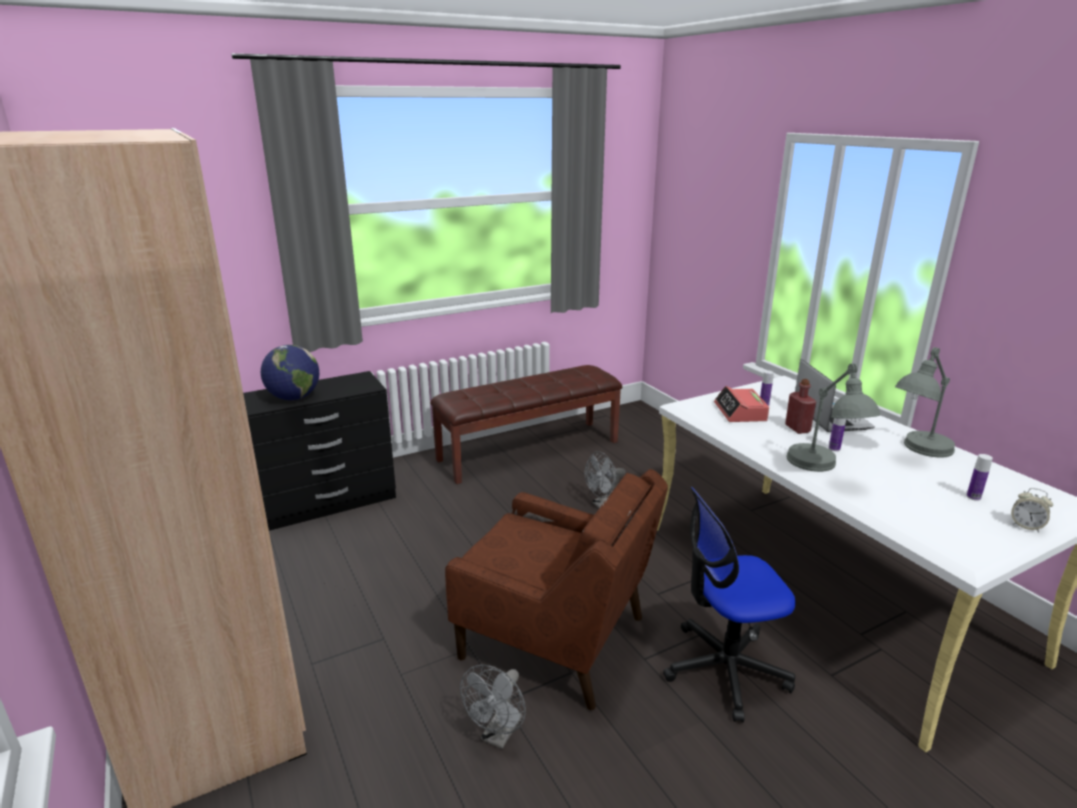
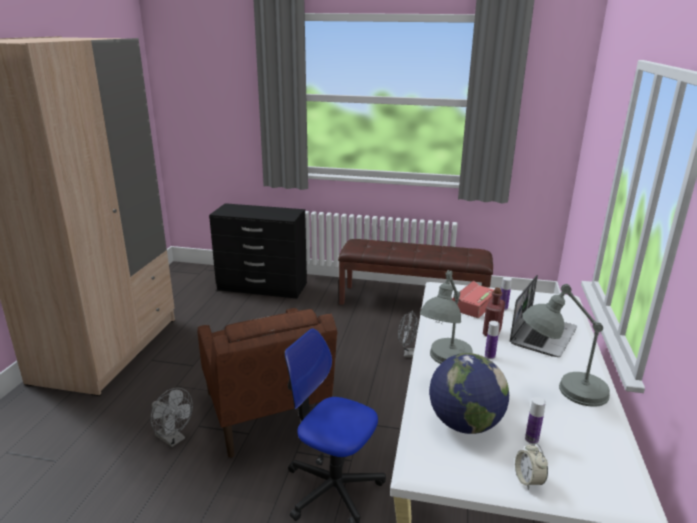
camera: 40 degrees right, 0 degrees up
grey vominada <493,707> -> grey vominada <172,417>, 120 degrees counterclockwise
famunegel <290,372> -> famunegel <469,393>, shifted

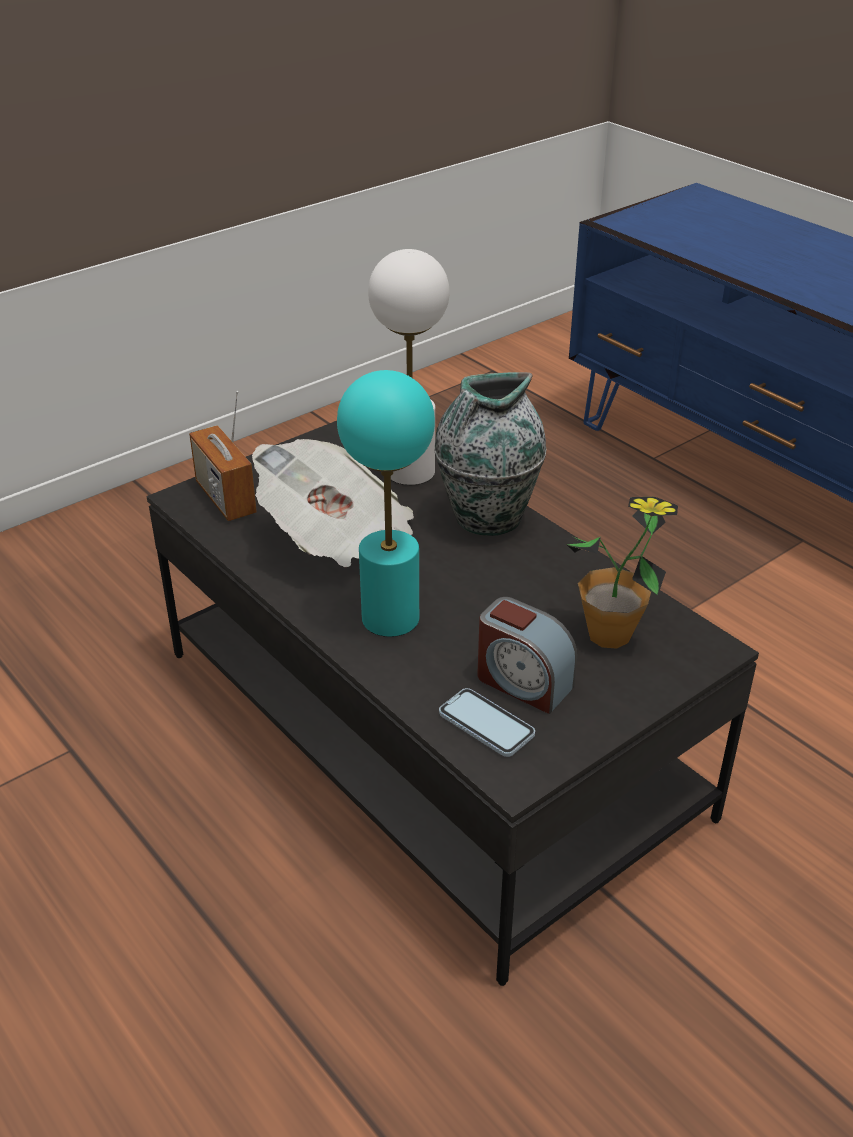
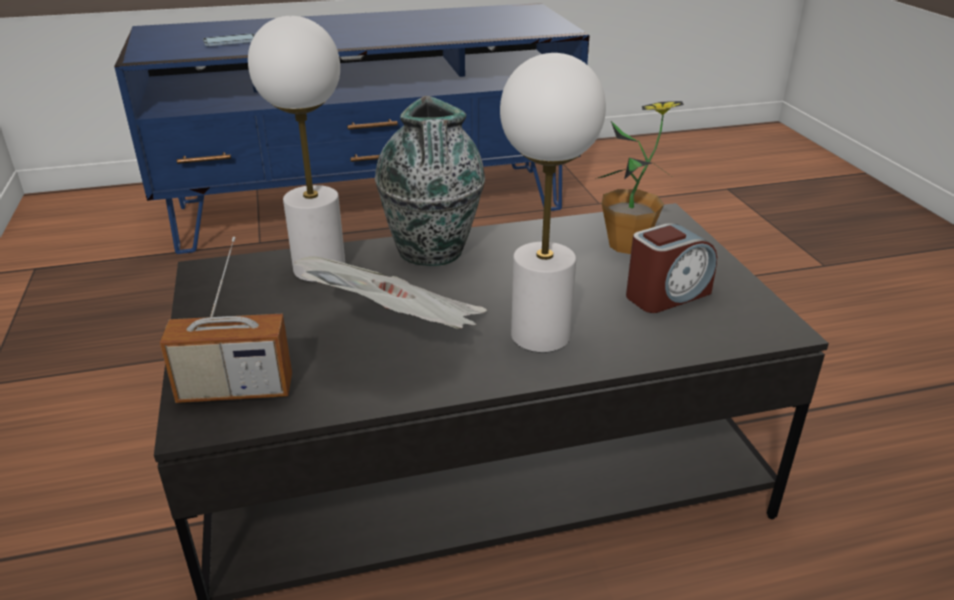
camera: 65 degrees left, 5 degrees down
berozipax <487,722> -> berozipax <229,39>, shifted
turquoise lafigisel <386,503> -> white lafigisel <553,203>

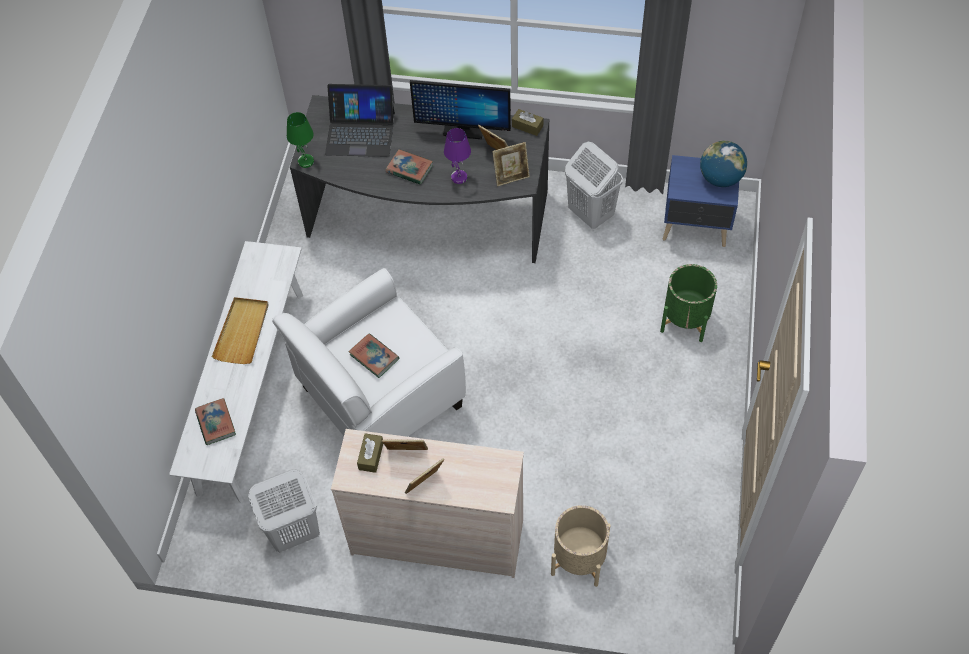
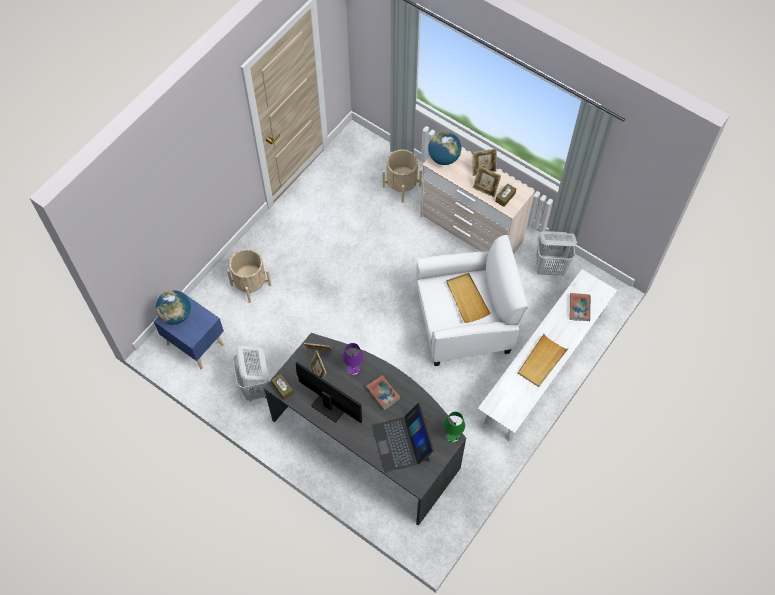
camera: 155 degrees left, 5 degrees up
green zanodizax <688,303> -> beige zanodizax <249,276>
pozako <360,120> -> pozako <403,438>, 135 degrees counterclockwise
none -> famunegel <444,148>
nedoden <374,355> -> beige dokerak <468,298>

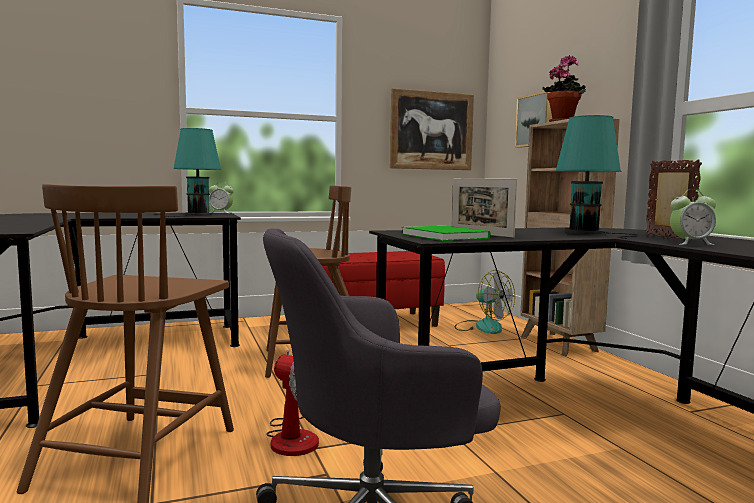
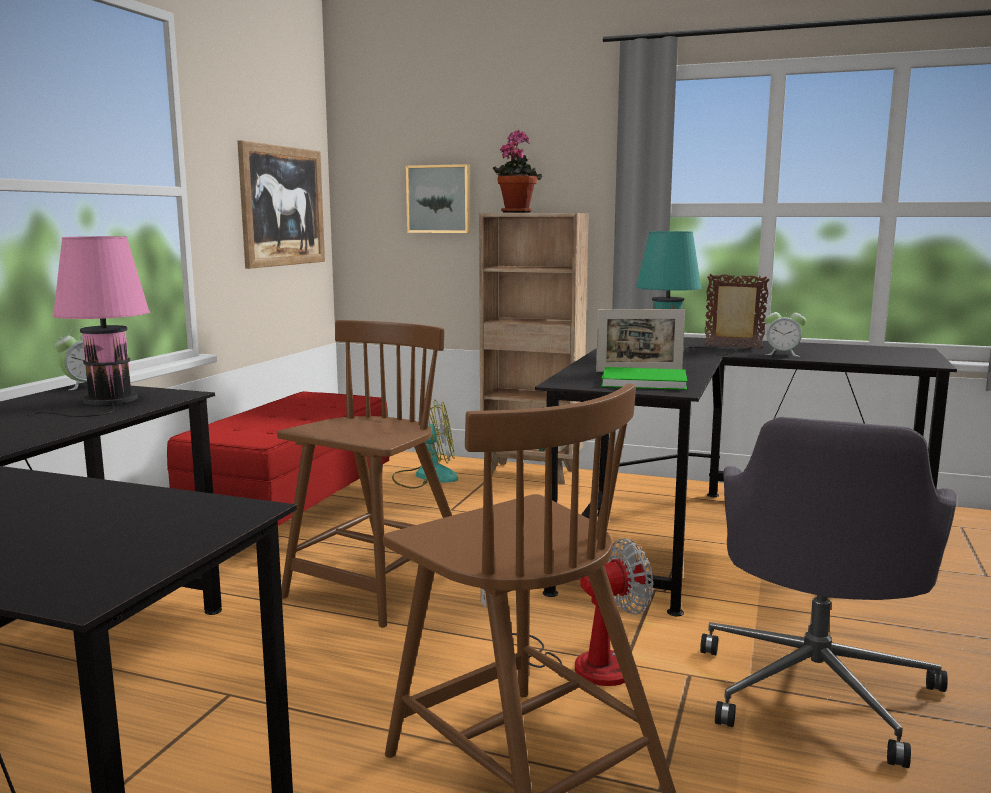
camera: 50 degrees left, 5 degrees up
turquoise lafigisel <188,172> -> pink lafigisel <89,326>
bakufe <693,217> -> bakufe <785,331>, 75 degrees clockwise

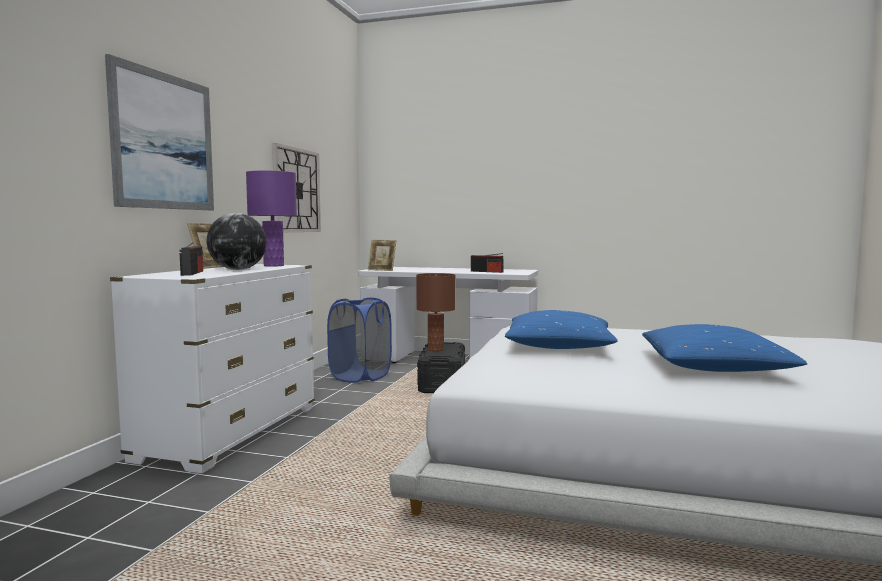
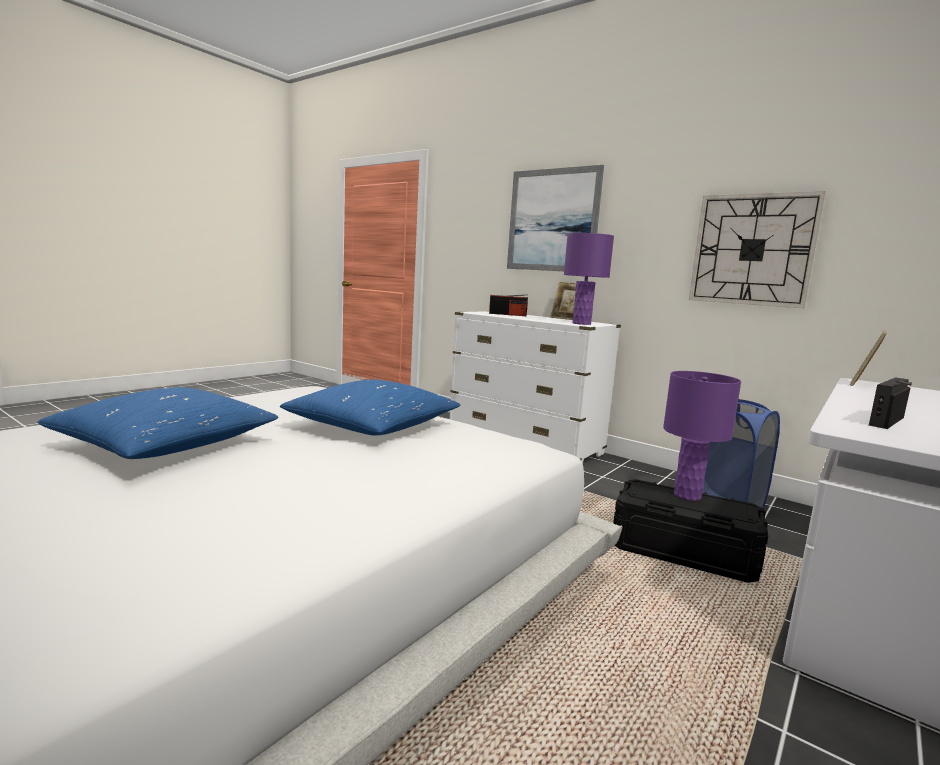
camera: 110 degrees right, 5 degrees up
brown lafigisel <436,312> -> purple lafigisel <702,436>
famunegel <237,241> -> none

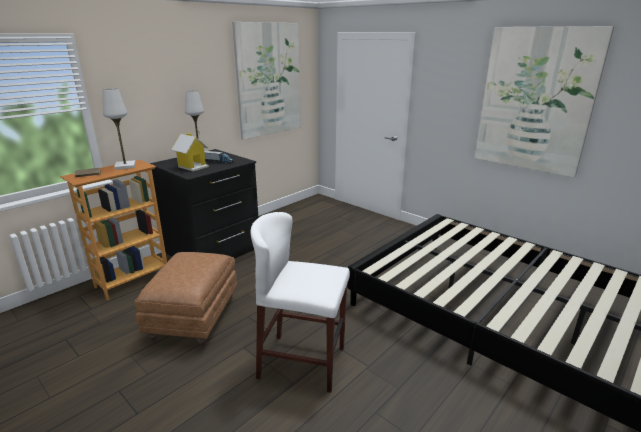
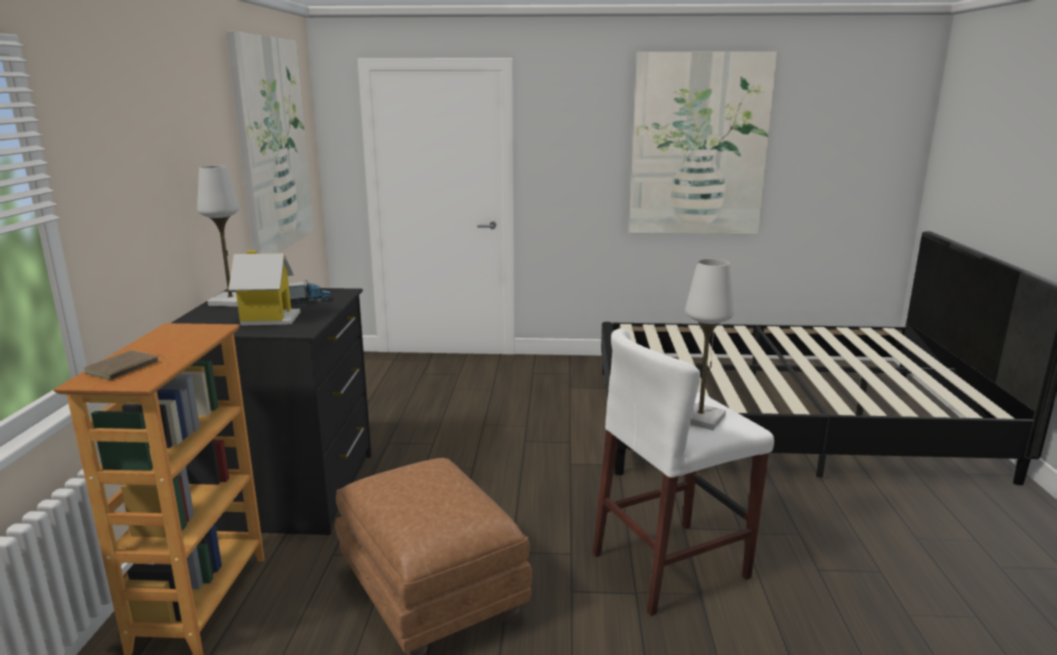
camera: 40 degrees left, 5 degrees down
white lafigisel <119,129> -> white lafigisel <709,344>, shifted

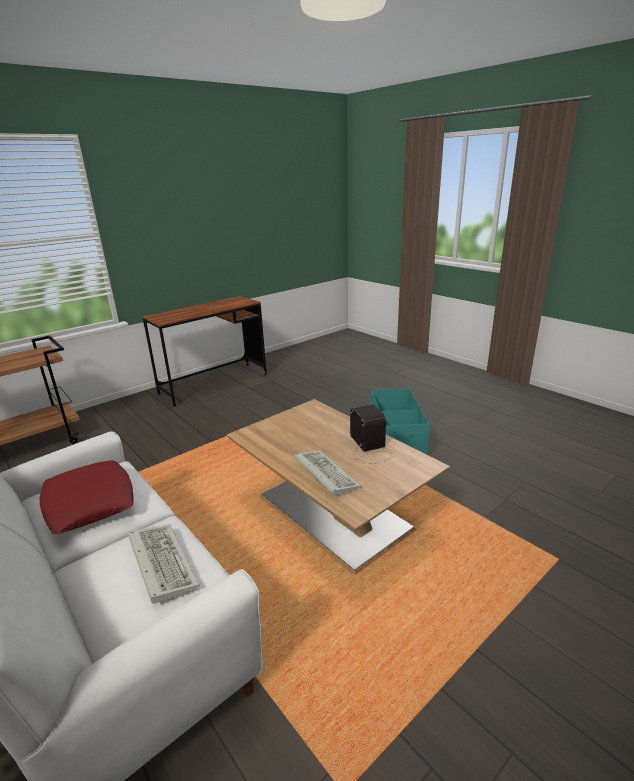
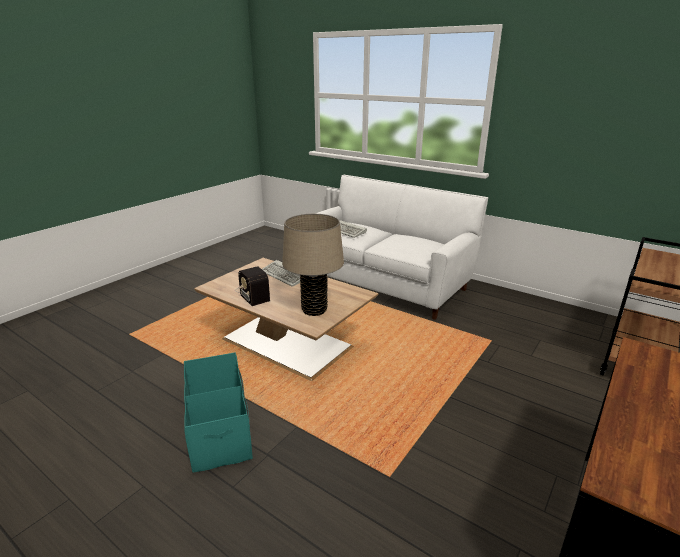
camera: 165 degrees right, 0 degrees up
none -> beige lafigisel <313,265>
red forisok <87,497> -> none

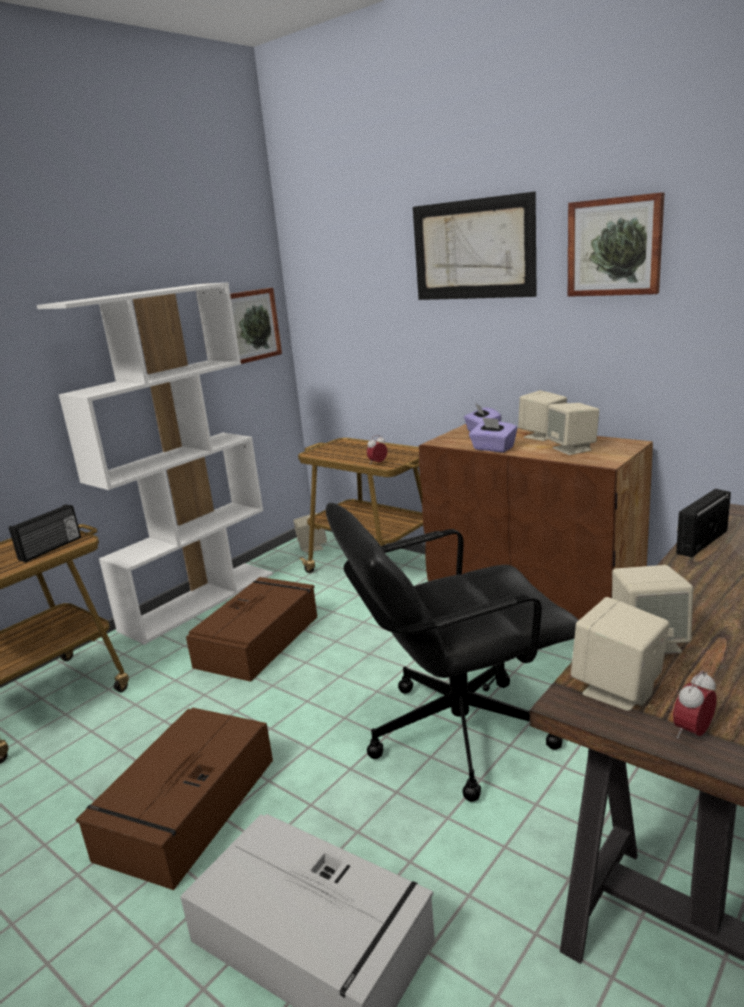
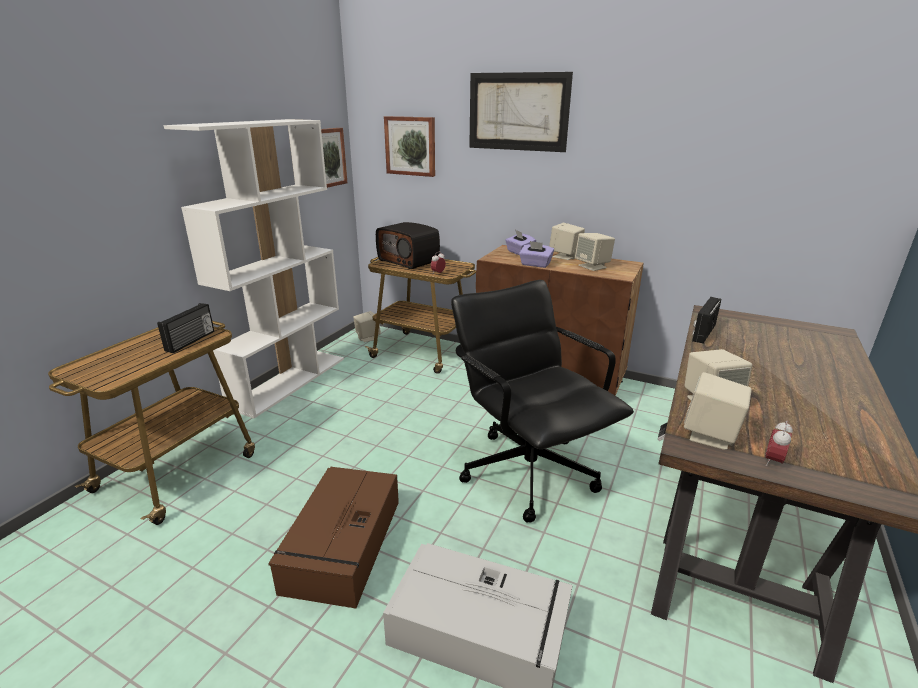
camera: 15 degrees left, 5 degrees up
none -> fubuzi <408,245>
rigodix <616,244> -> rigodix <409,146>, shifted
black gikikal <452,652> -> black gikikal <542,401>, 90 degrees clockwise
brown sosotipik <251,629> -> none

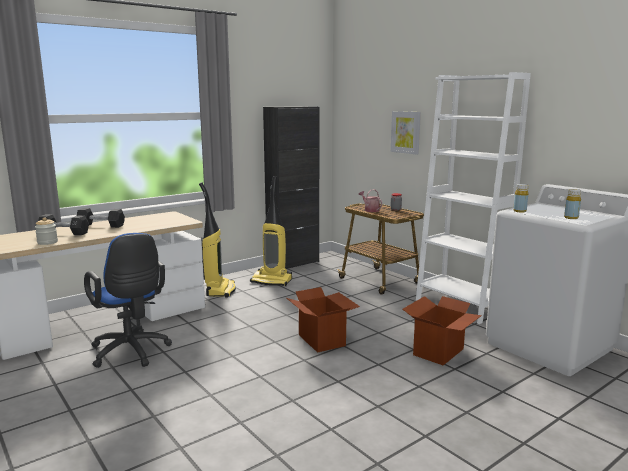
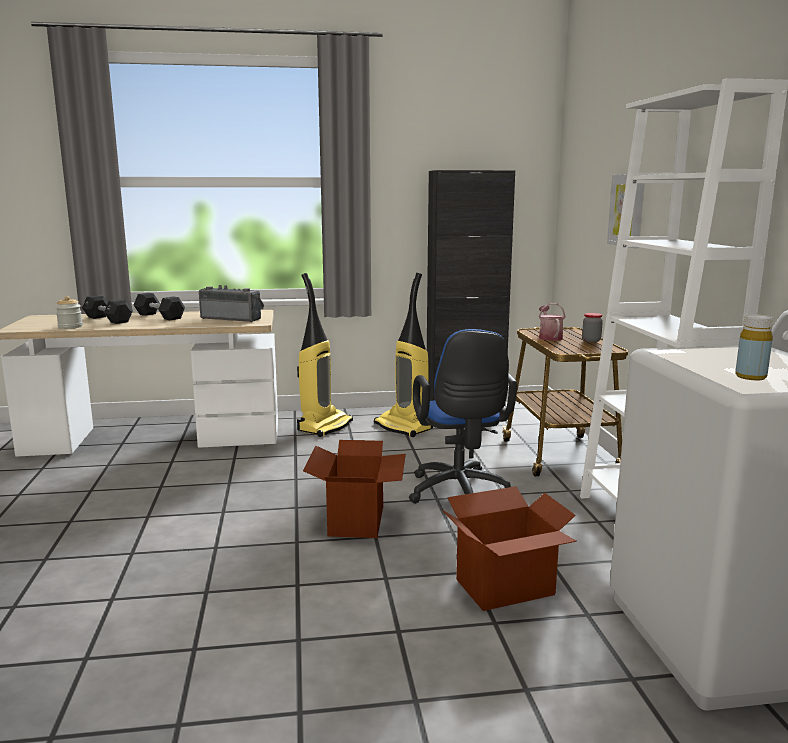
camera: 30 degrees right, 0 degrees up
none -> fubuzi <231,303>
blue gikikal <128,300> -> blue gikikal <463,416>, shifted
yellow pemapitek <521,198> -> none

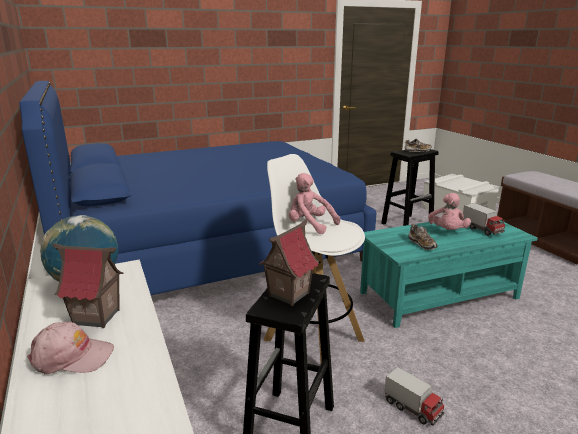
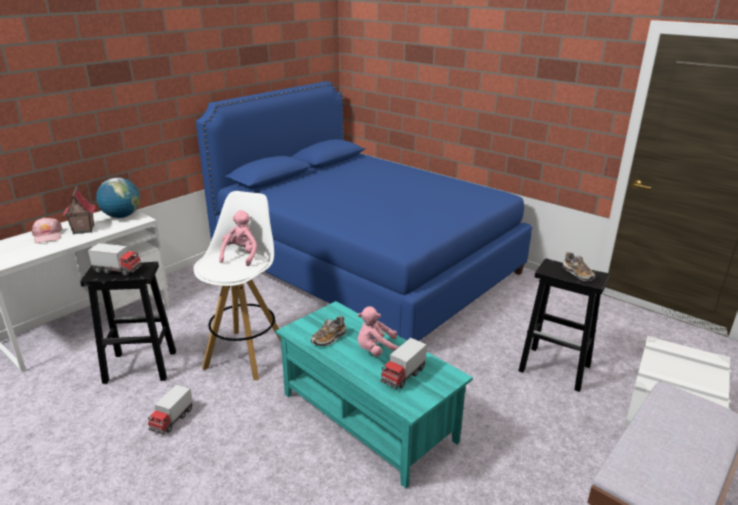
camera: 65 degrees right, 5 degrees up
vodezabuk <289,262> -> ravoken <115,259>

